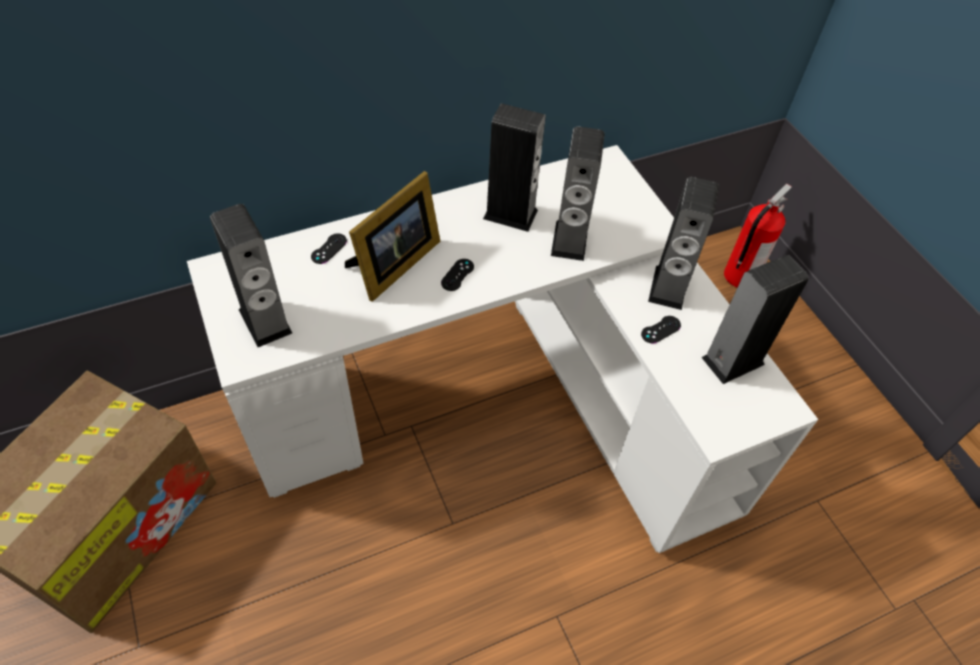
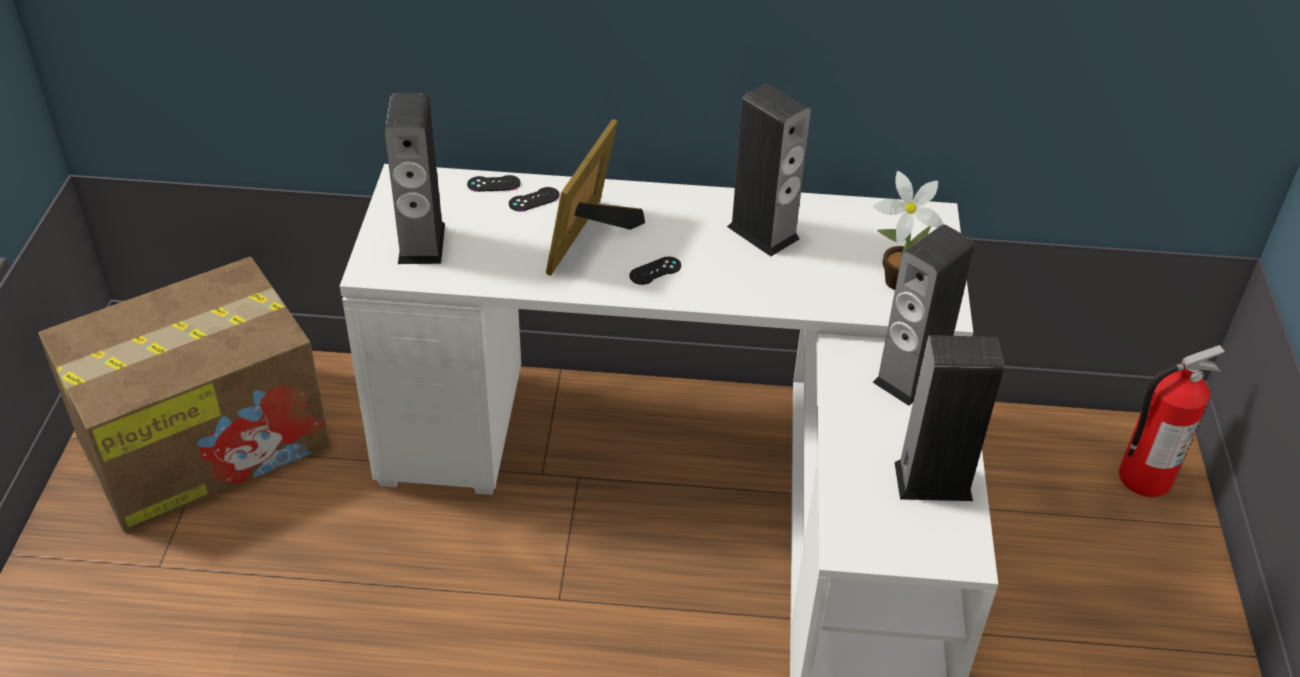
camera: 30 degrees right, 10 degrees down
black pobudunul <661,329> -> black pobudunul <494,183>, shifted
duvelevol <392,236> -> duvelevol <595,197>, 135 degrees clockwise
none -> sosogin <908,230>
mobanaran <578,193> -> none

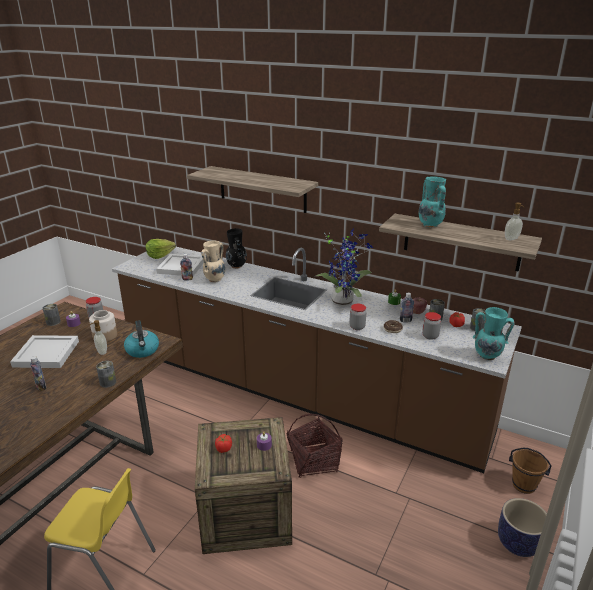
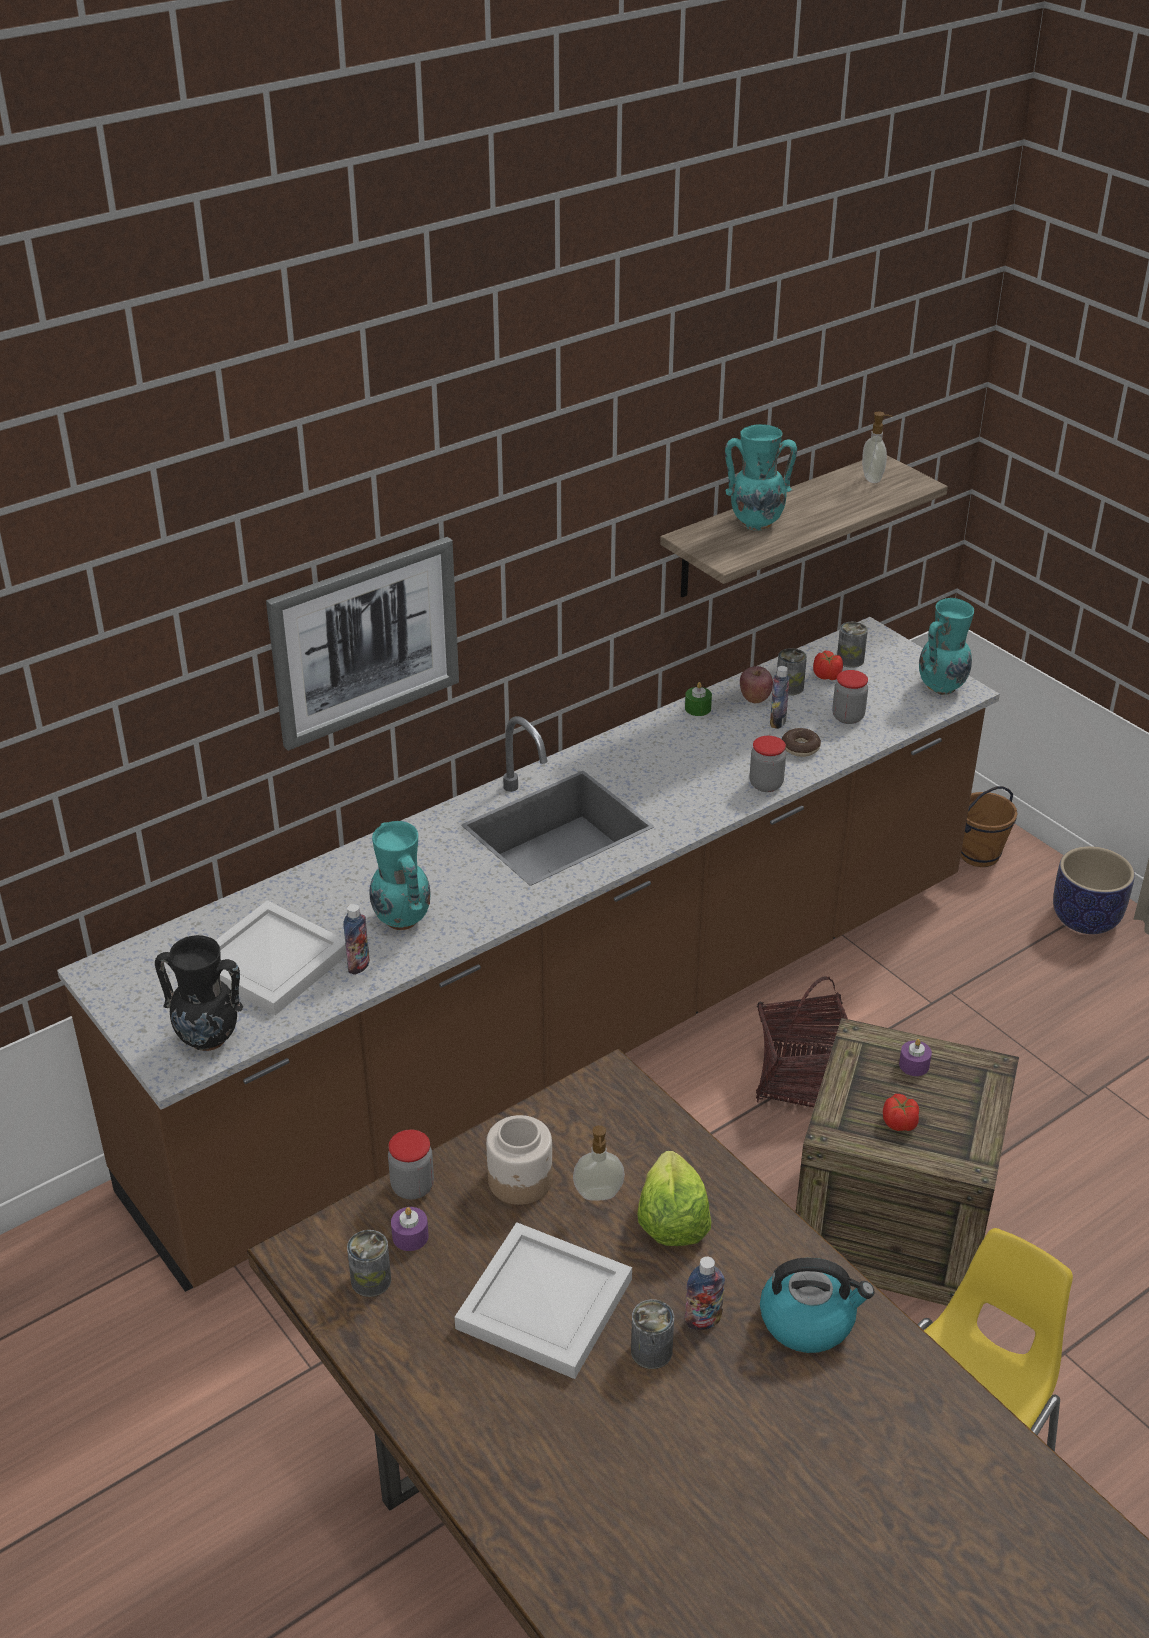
camera: 65 degrees left, 10 degrees up
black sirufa <236,248> -> black sirufa <199,993>, shifted
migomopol <252,189> -> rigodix <362,644>
beige sirufa <213,261> -> turquoise sirufa <400,875>
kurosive <106,374> -> kurosive <652,1334>, shifted
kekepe <161,249> -> kekepe <674,1198>, shifted
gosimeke <141,339> -> gosimeke <817,1305>, shifted
sosogin <344,267> -> none

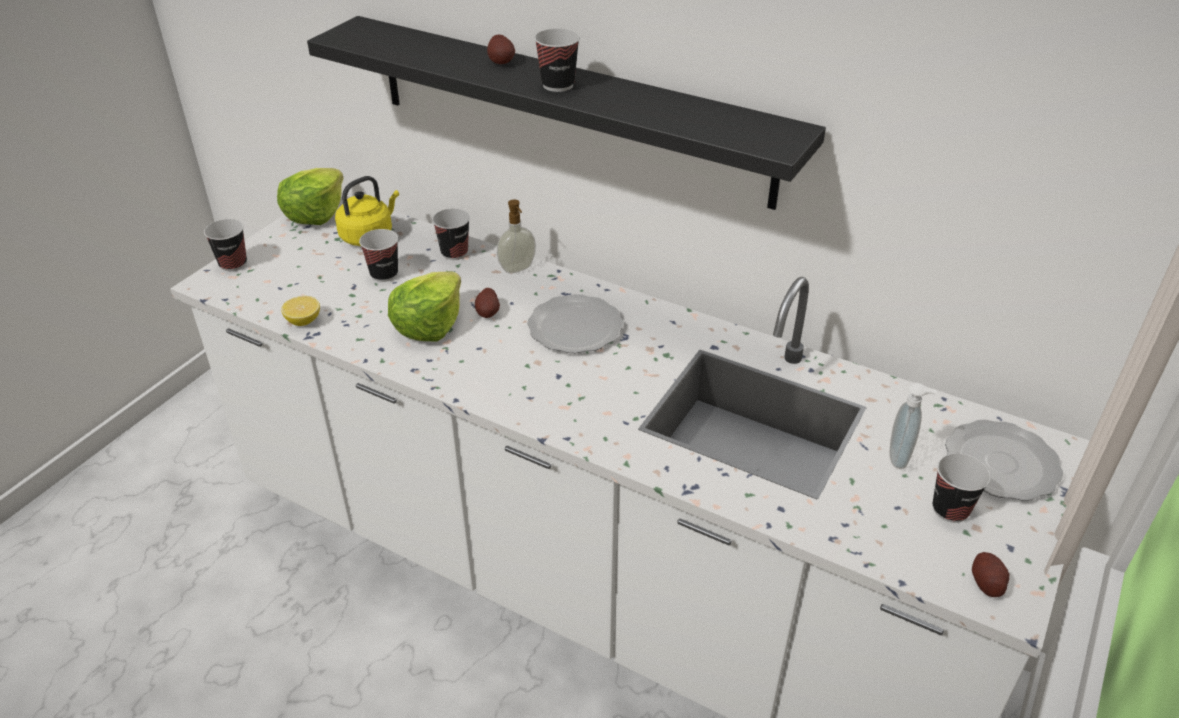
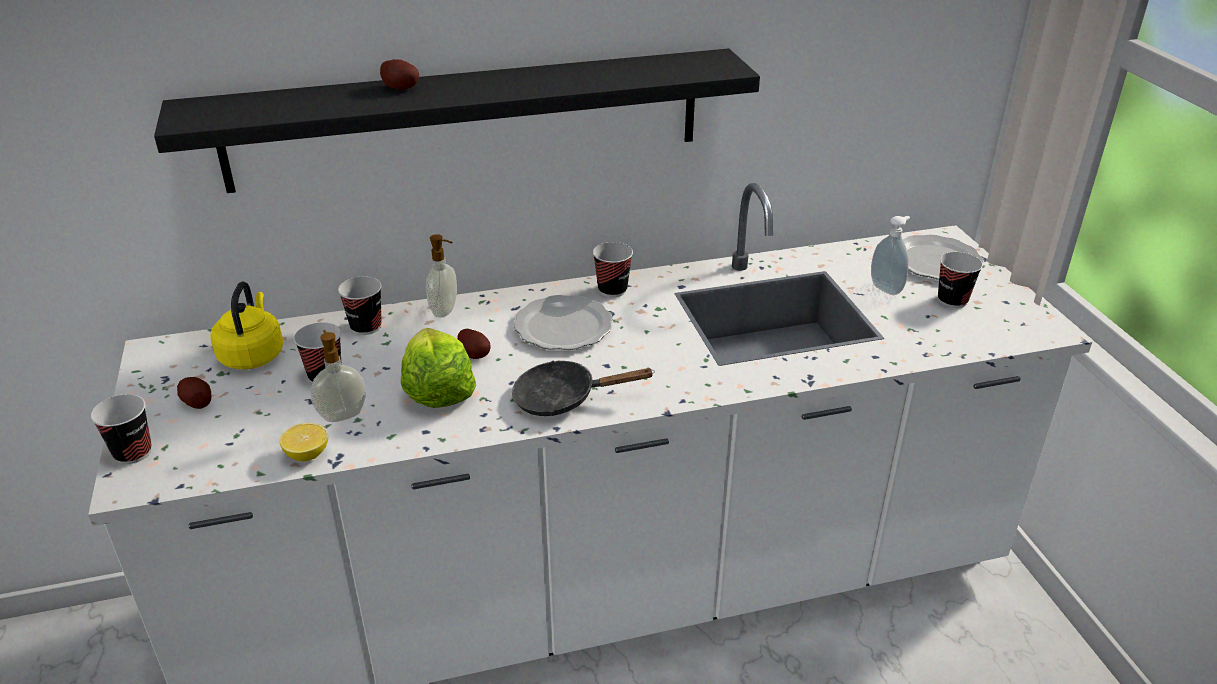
camera: 45 degrees left, 5 degrees down
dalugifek <990,574> -> dalugifek <194,393>, shifted
none -> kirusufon <338,376>
none -> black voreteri <583,388>
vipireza <557,60> -> vipireza <613,270>, shifted
kekepe <310,196> -> none

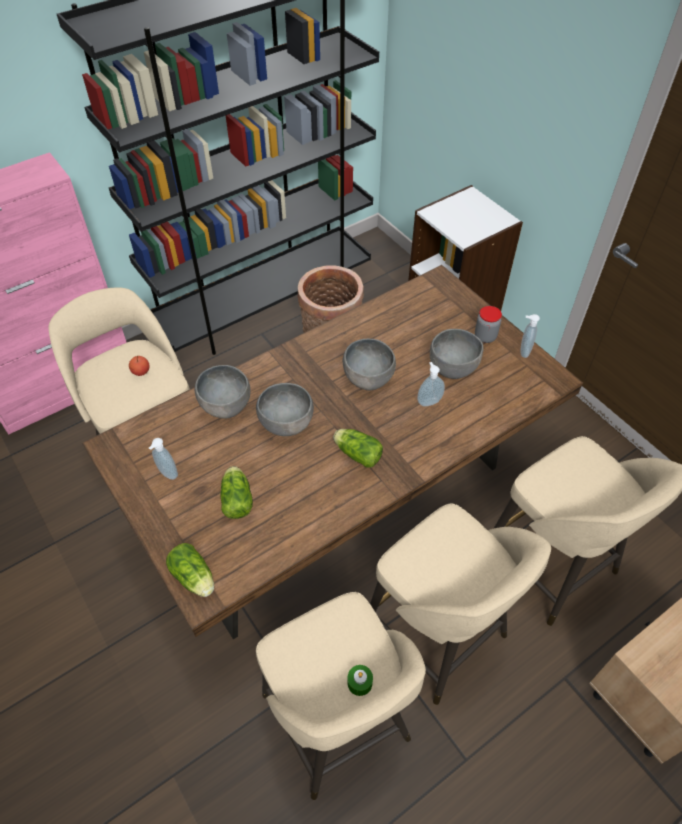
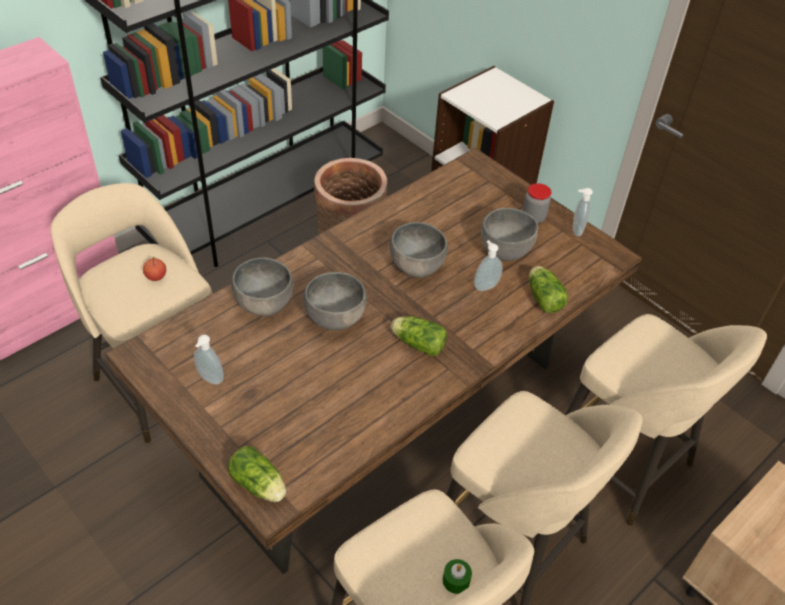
camera: 10 degrees left, 5 degrees down
kekepe <236,492> -> kekepe <548,289>, shifted

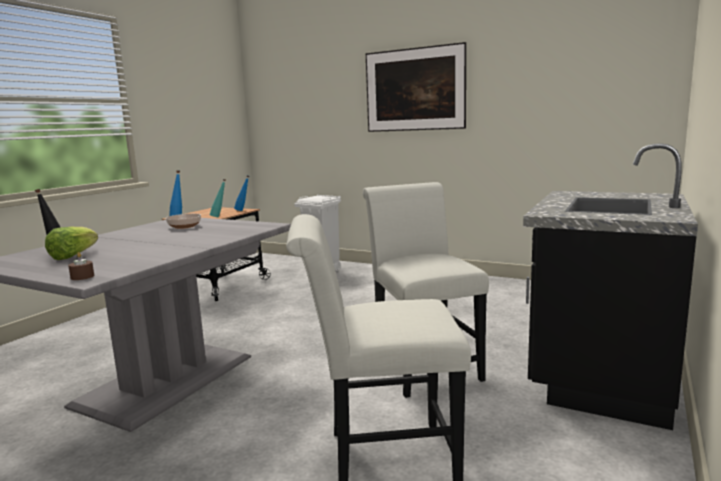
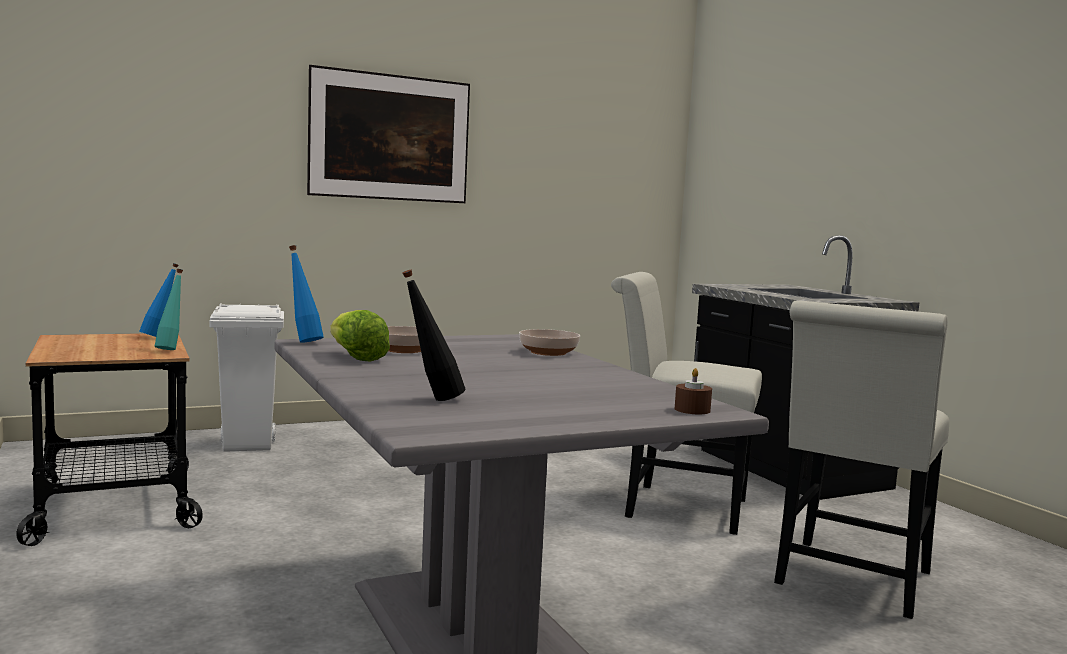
camera: 55 degrees left, 5 degrees down
kekepe <71,243> -> kekepe <360,336>, shifted
none -> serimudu <549,342>

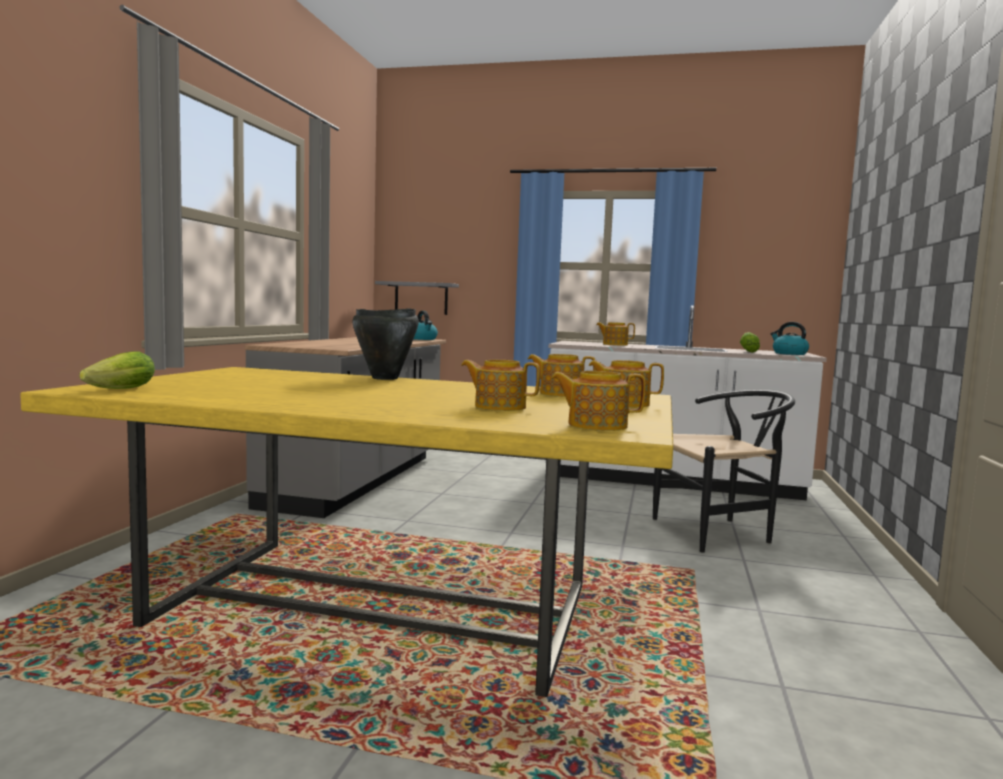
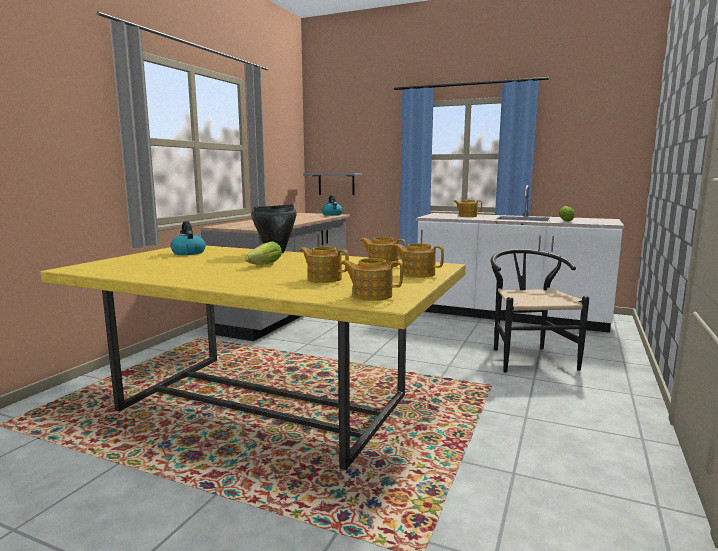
camera: 10 degrees right, 5 degrees up
gosimeke <790,338> -> gosimeke <188,238>, shifted
kekepe <117,370> -> kekepe <263,253>, shifted
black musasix <724,471> -> black musasix <540,310>, 90 degrees counterclockwise

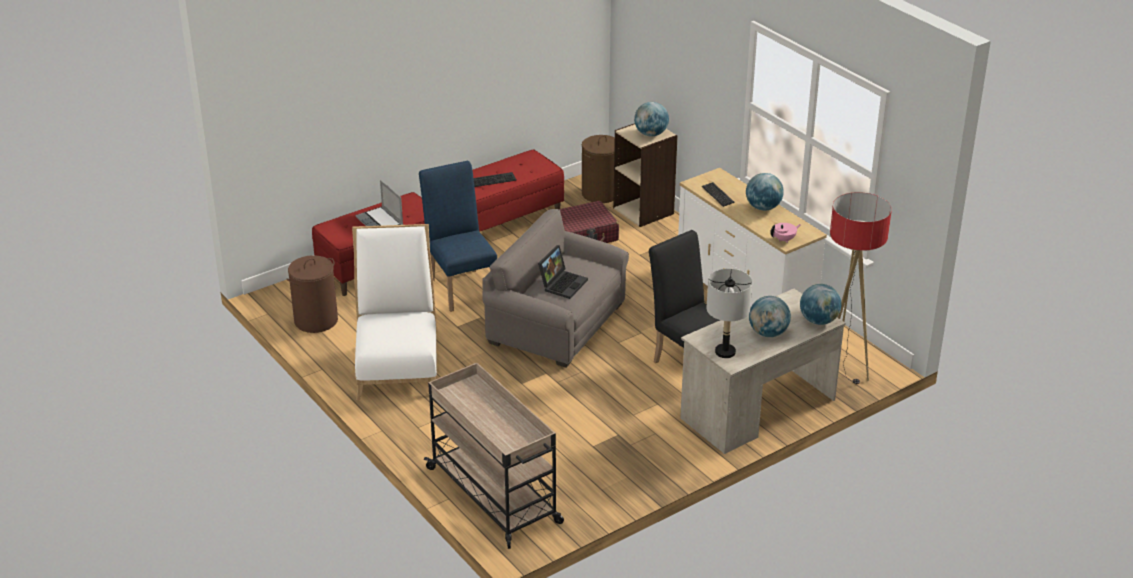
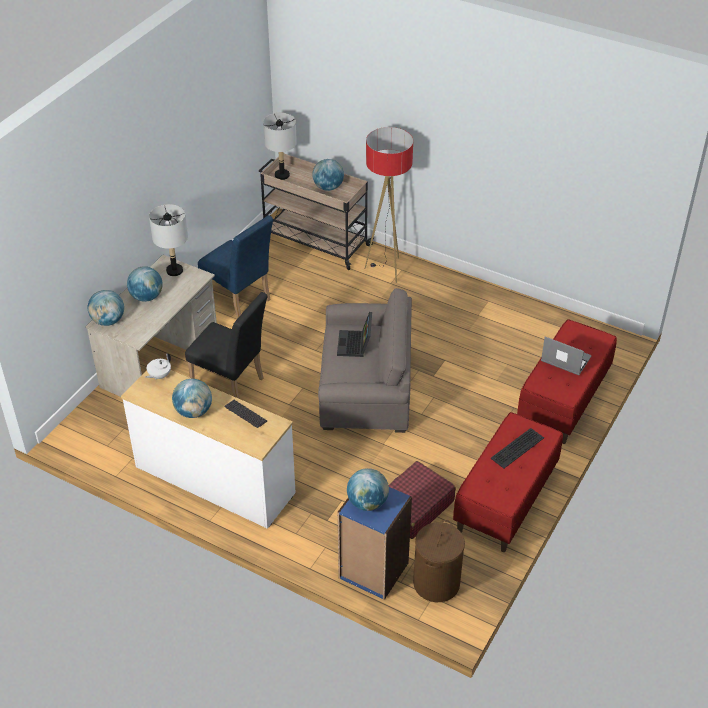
camera: 155 degrees right, 10 degrees up
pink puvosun <785,233> -> white puvosun <158,366>
blue musasix <458,236> -> blue musasix <235,267>, shifted
none -> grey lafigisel <280,146>
none -> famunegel <328,175>
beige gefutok <645,175> -> blue gefutok <375,543>
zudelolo <861,288> -> zudelolo <389,205>, shifted
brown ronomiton <312,294> -> none
white musasix <394,312> -> none

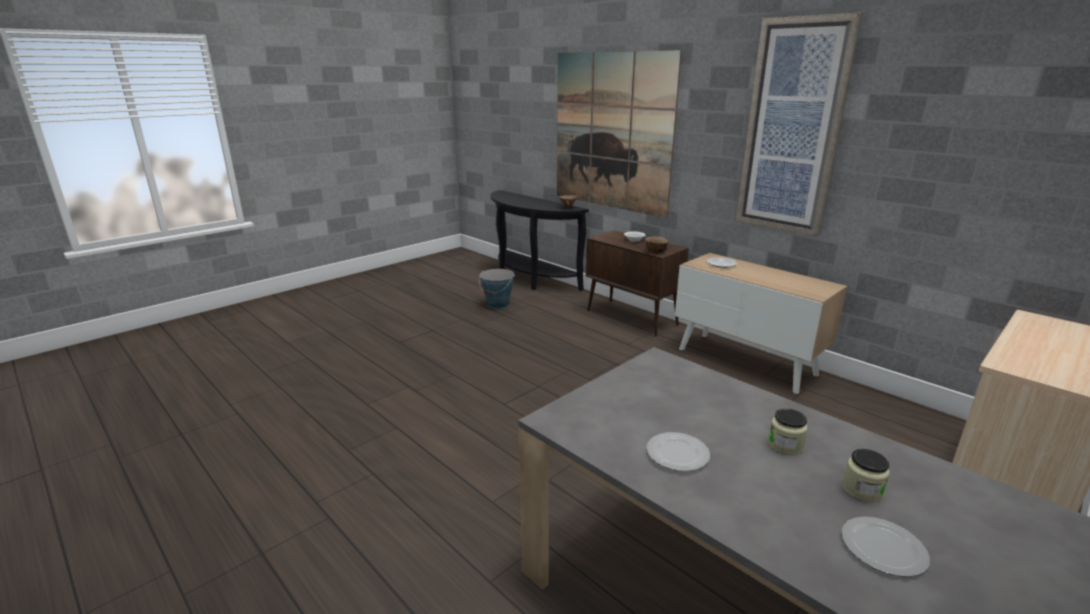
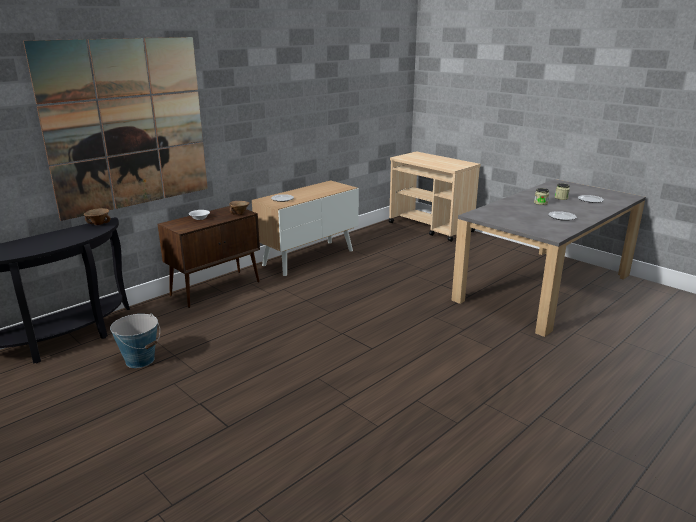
camera: 90 degrees left, 0 degrees up
rigodix <799,125> -> none

